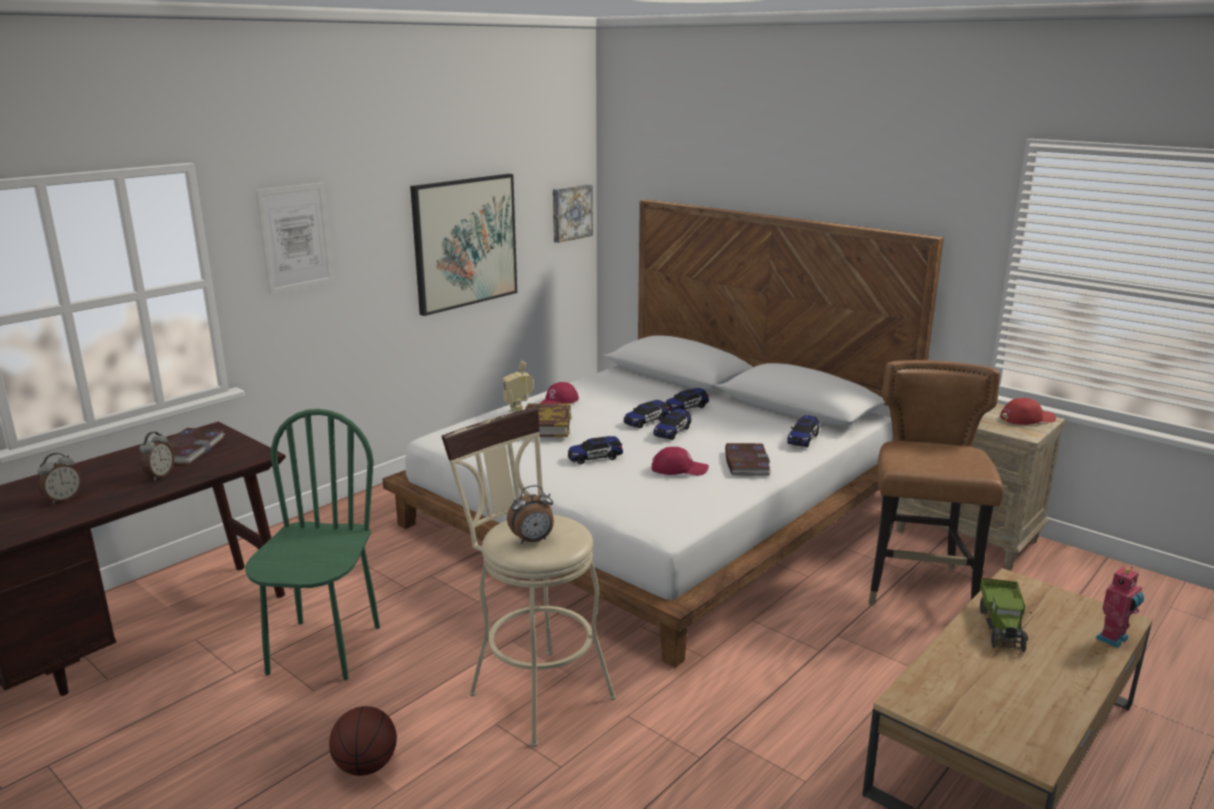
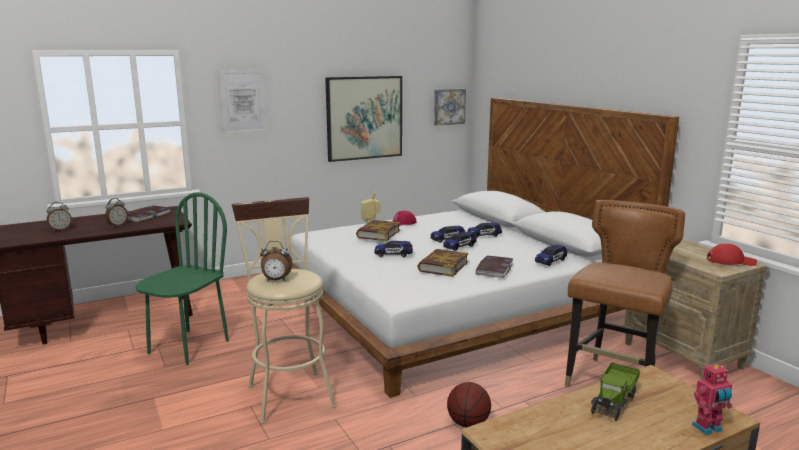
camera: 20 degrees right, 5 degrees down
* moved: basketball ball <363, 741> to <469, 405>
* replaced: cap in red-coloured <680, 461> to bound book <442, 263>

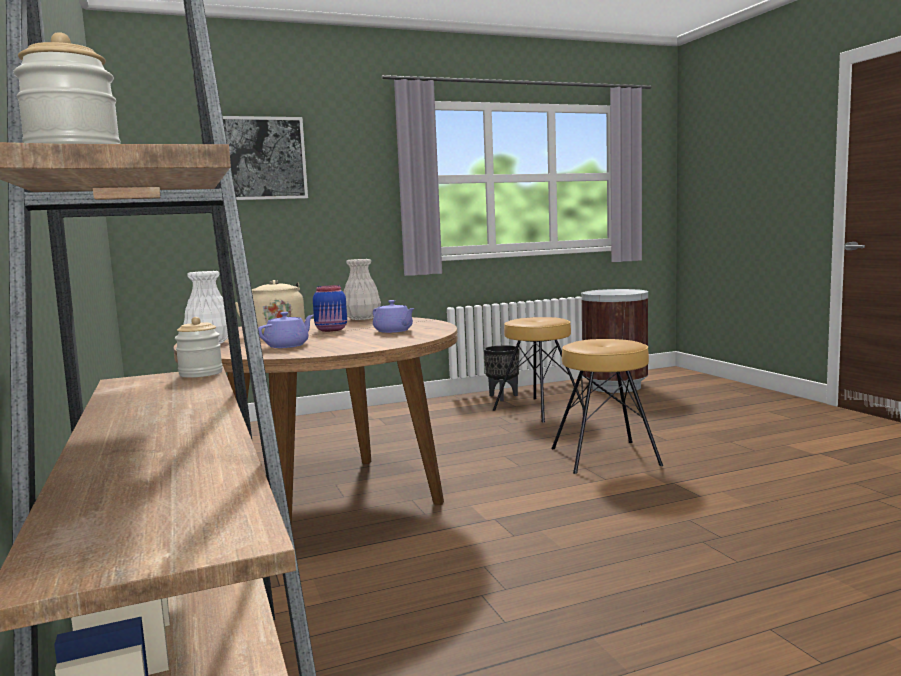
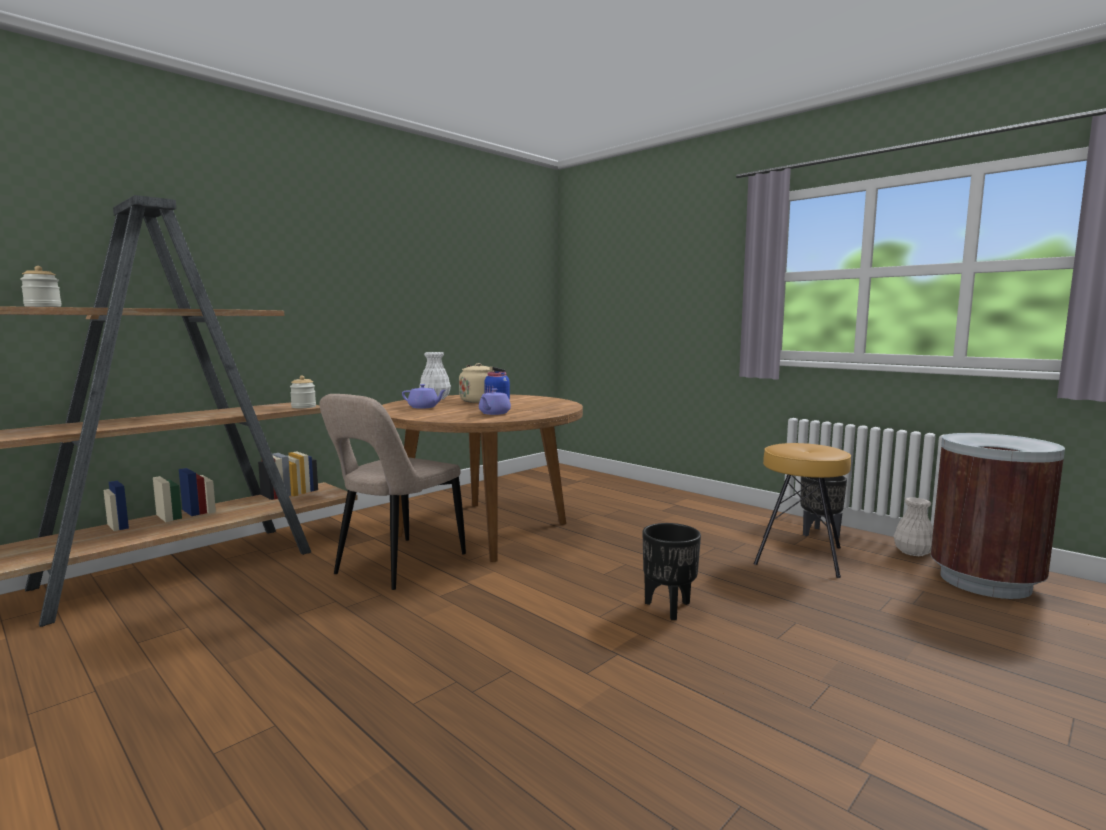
camera: 65 degrees right, 0 degrees up
* removed: wall picture <265, 158>
* moved: flower vase in white <362, 289> to <913, 526>
* replaced: stool seat in brownish <607, 406> to flower pot in black <671, 571>
* added: chair in sand-coloured <392, 492>

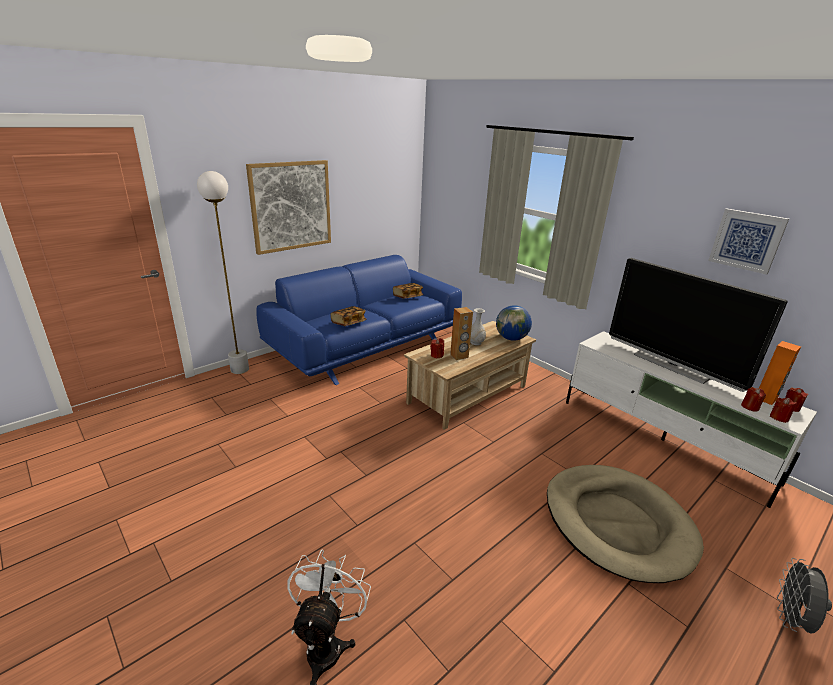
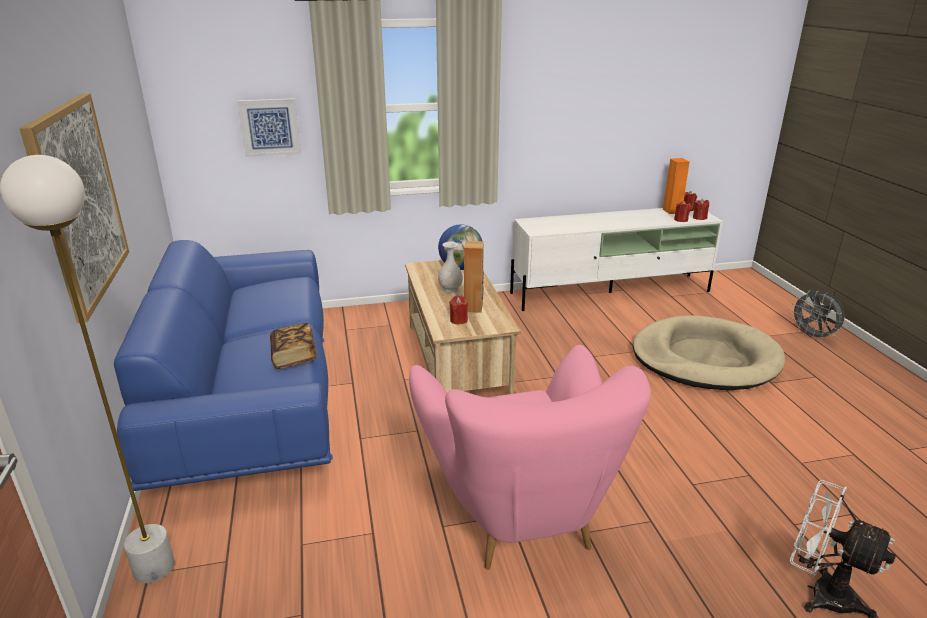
camera: 60 degrees left, 0 degrees up
* removed: bound book <408, 291>
* removed: TV set <698, 325>
* moved: wall picture <748, 241> to <269, 127>
* added: lounge chair in pinkish <530, 457>

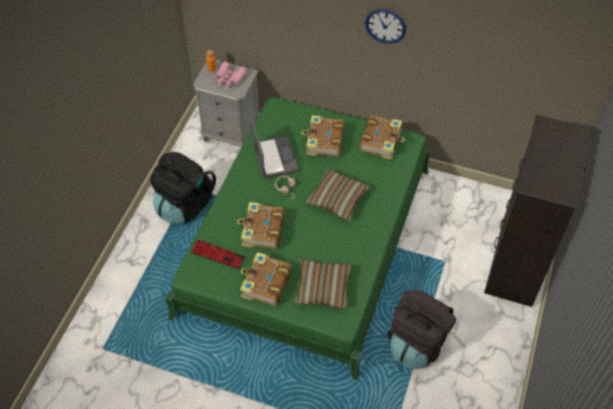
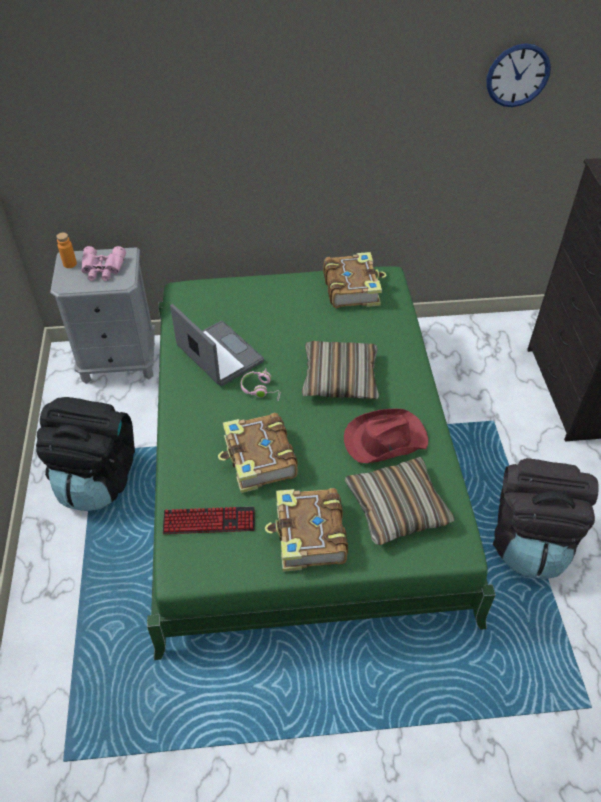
camera: 25 degrees left, 5 degrees down
* removed: bound book <323, 136>
* moved: clock on the wall <385, 26> to <518, 75>
* added: wearable hat in red-coloured <386, 436>

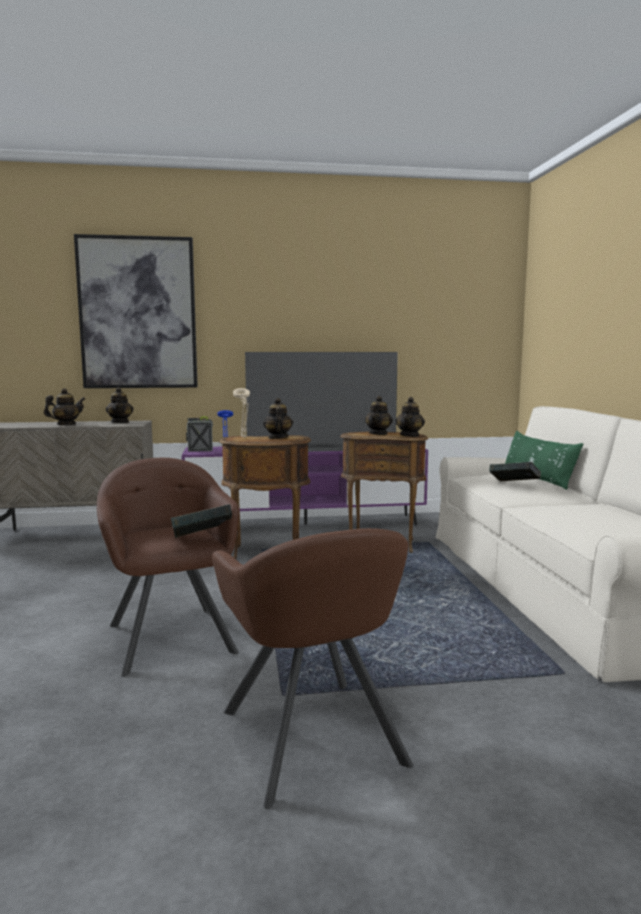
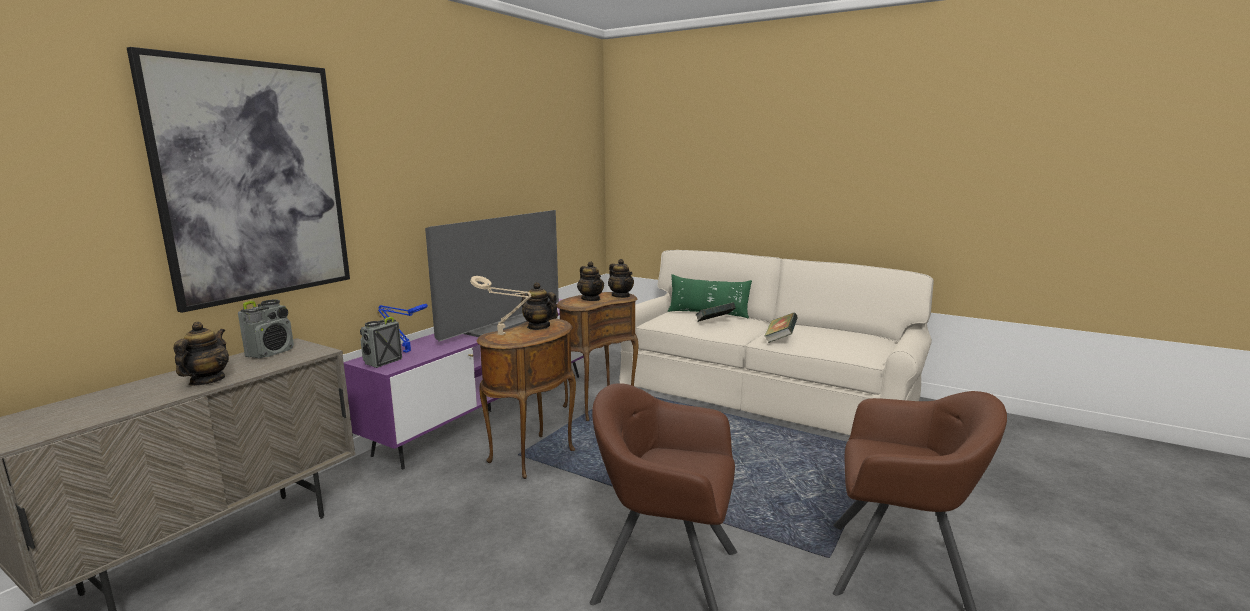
camera: 50 degrees left, 5 degrees up
* replaced: tea pot <119, 405> to radio <266, 329>
* moved: bound book <201, 521> to <781, 327>

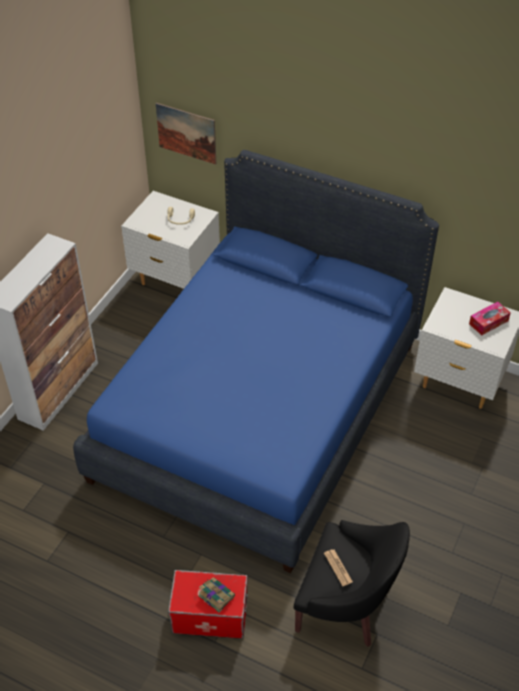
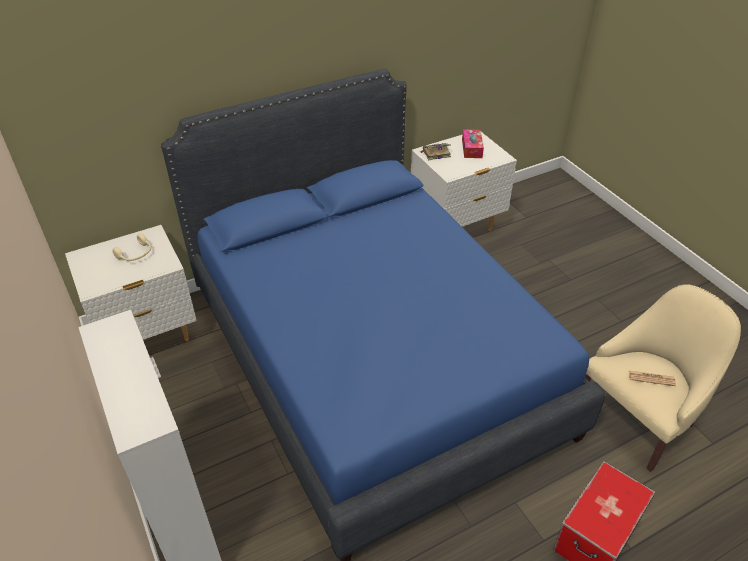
camera: 55 degrees left, 5 degrees down
* removed: wall picture <186, 134>
* moved: bound book <216, 595> to <435, 151>
* recoloured: lounge chair in black <351, 583> to lounge chair in sand-coloured <663, 378>

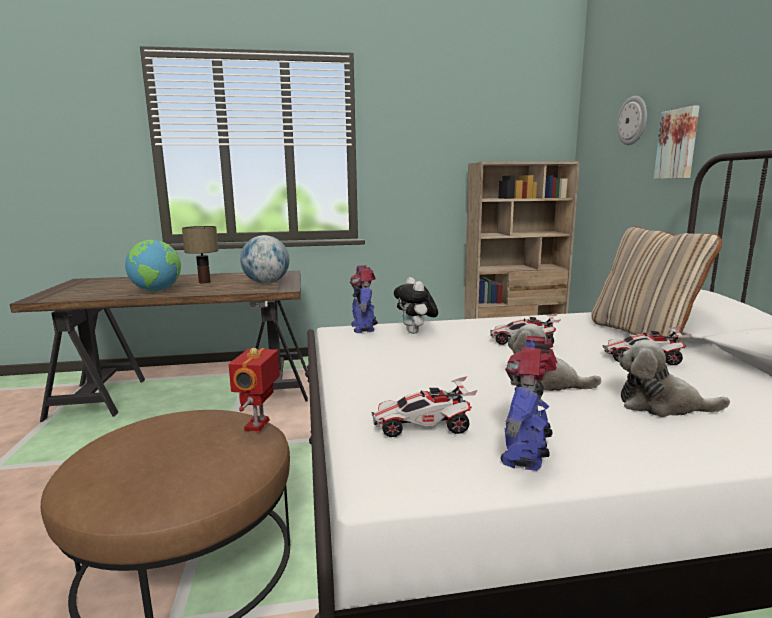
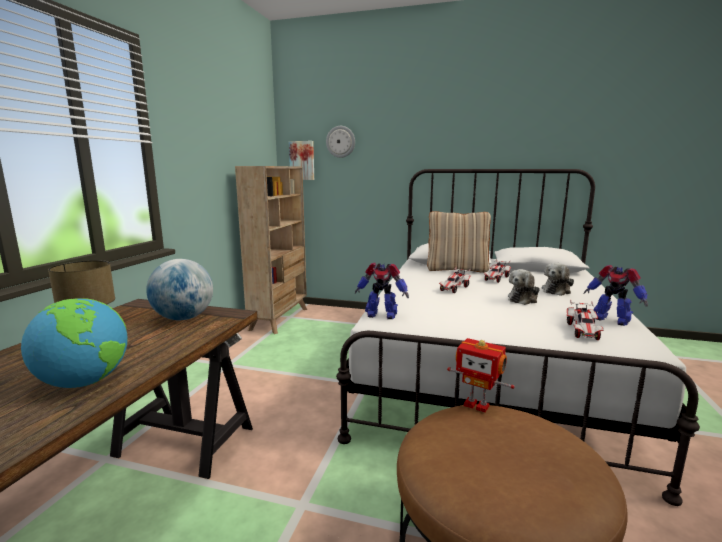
camera: 65 degrees left, 0 degrees up
* removed: cuddly toy <416, 305>
* moved: wall picture <677, 142> to <301, 160>

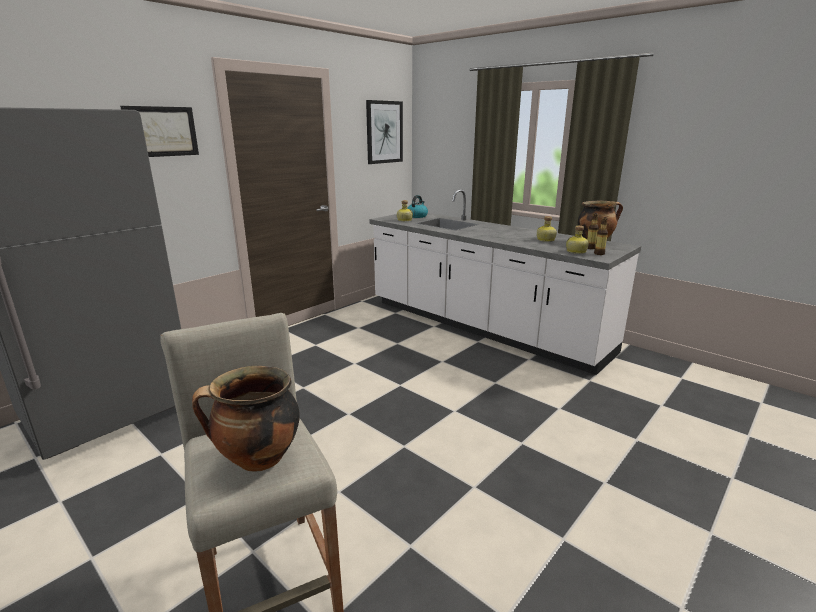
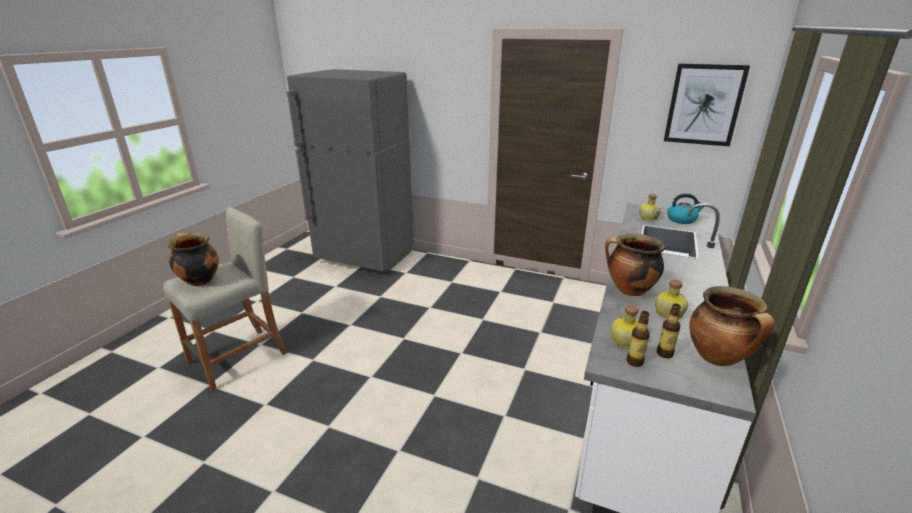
camera: 70 degrees right, 5 degrees up
* removed: wall picture <159, 131>
* added: saucepot <635, 265>

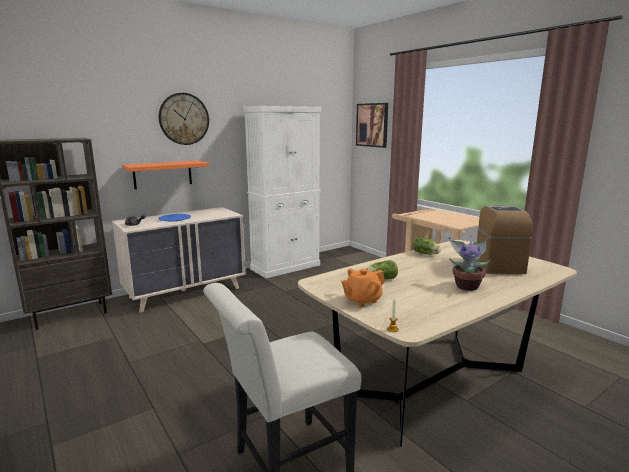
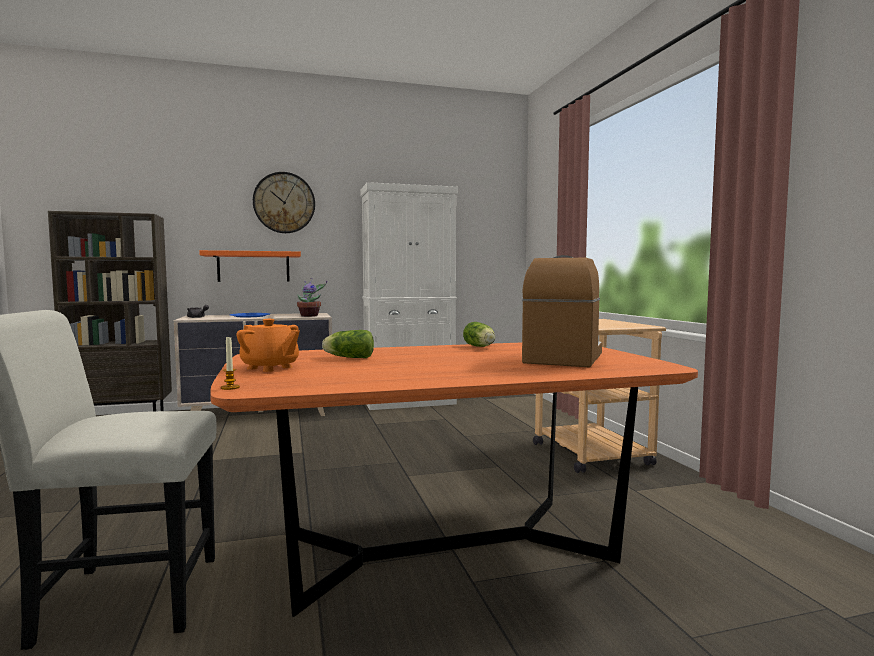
camera: 20 degrees right, 10 degrees down
* recoloured: kitchen table in sand-coloured <437, 343> to kitchen table in orange-coloured <454, 480>
* turned: tea pot in orange-coloured <363, 288> = <268, 345> 135 degrees counterclockwise
* removed: wall picture <372, 125>
* moved: plant in a pot <470, 263> to <312, 297>

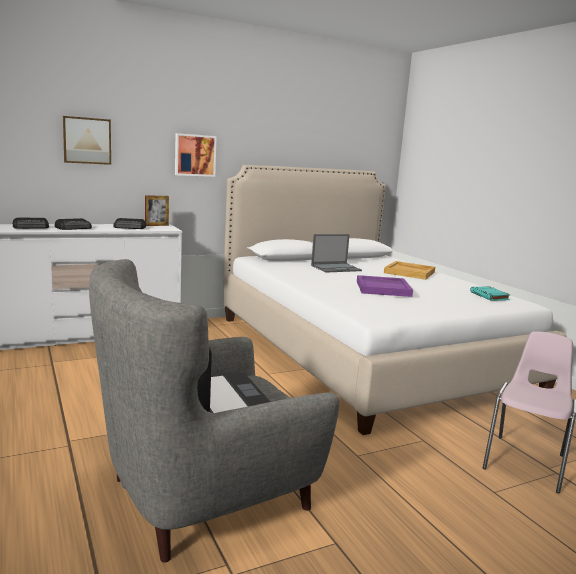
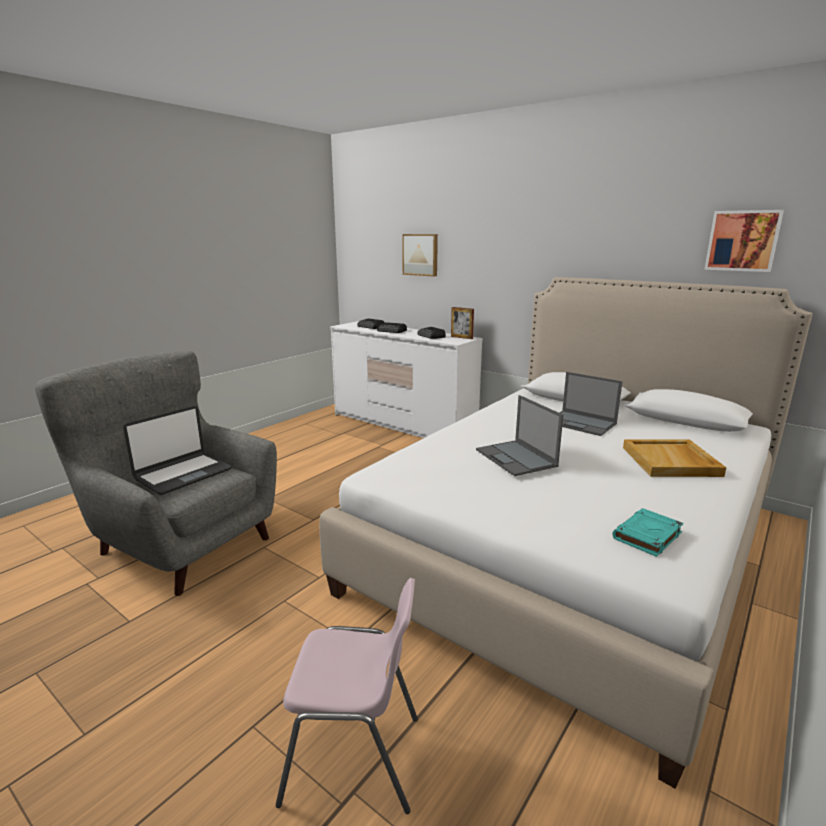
camera: 65 degrees right, 5 degrees up
* moved: wall picture <196, 155> to <744, 241>
* replaced: tray in purple <385, 286> to laptop <519, 435>

